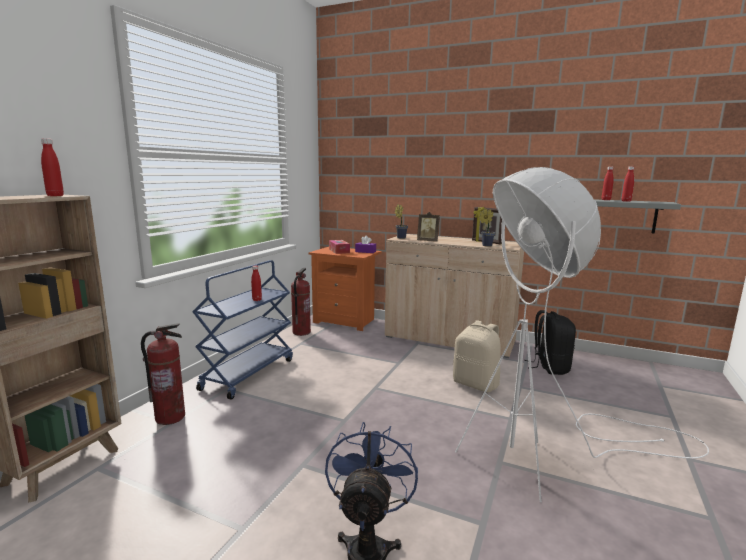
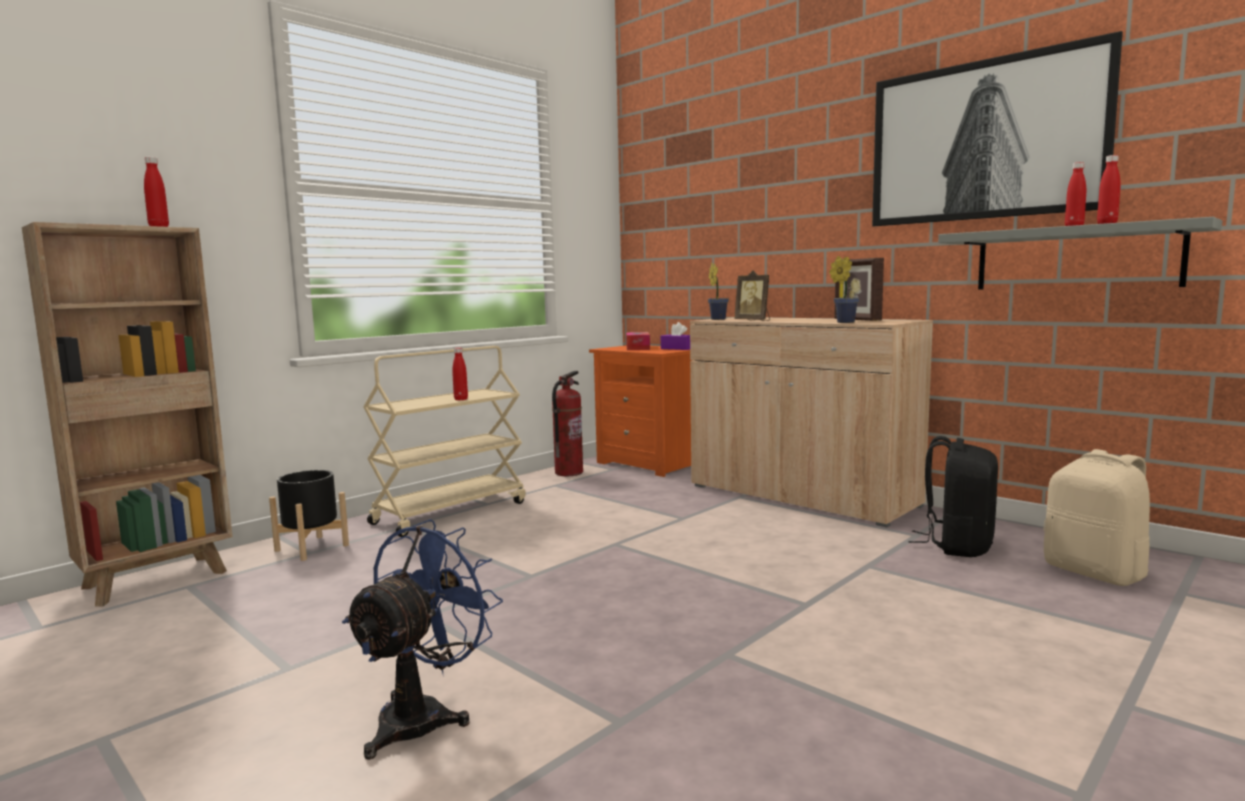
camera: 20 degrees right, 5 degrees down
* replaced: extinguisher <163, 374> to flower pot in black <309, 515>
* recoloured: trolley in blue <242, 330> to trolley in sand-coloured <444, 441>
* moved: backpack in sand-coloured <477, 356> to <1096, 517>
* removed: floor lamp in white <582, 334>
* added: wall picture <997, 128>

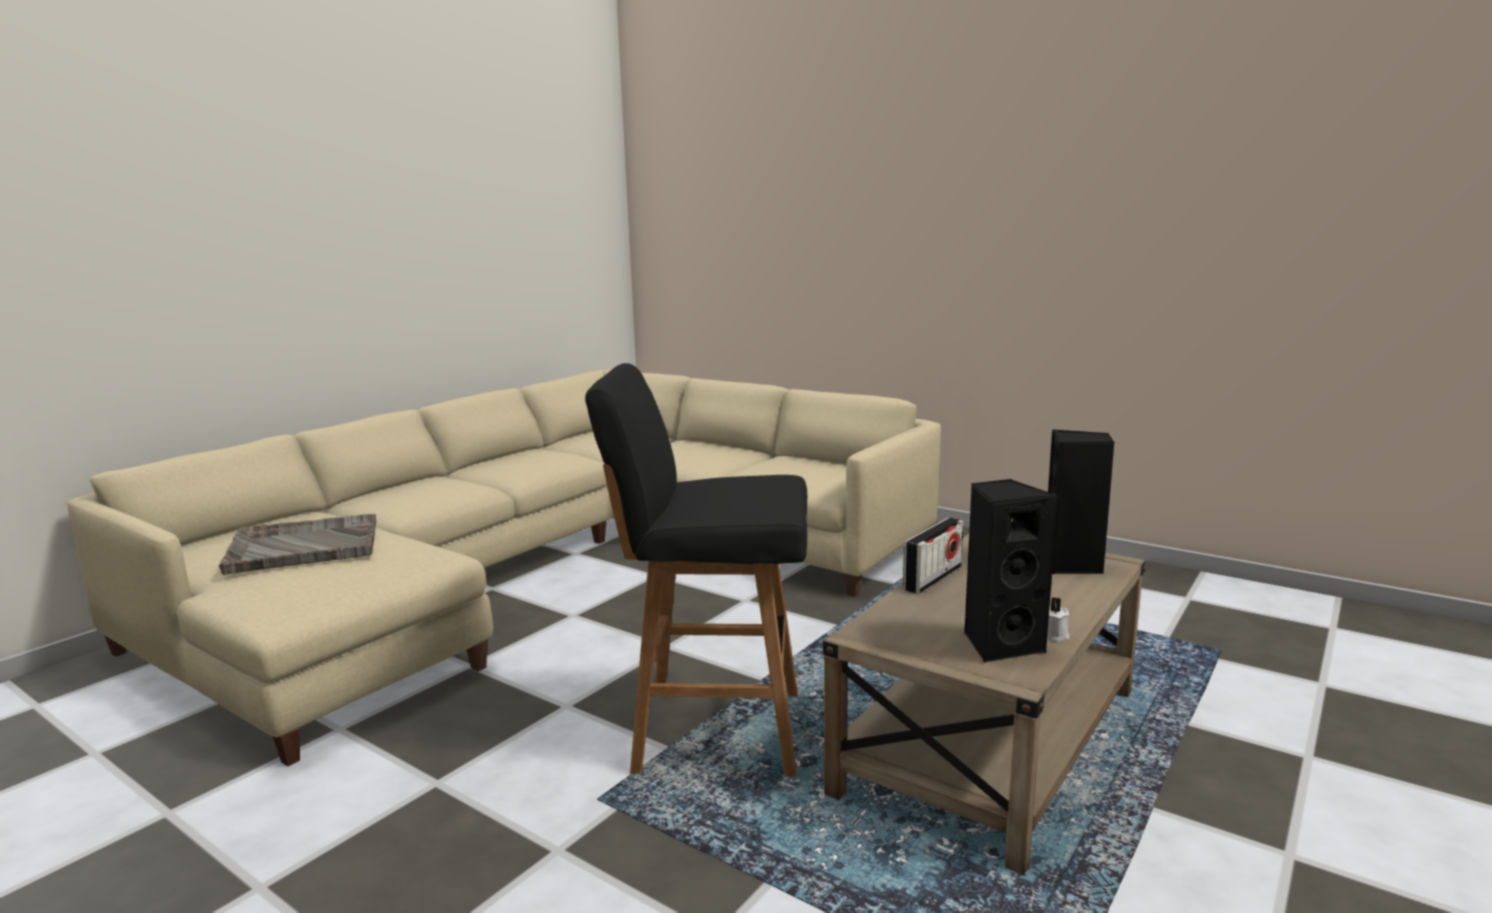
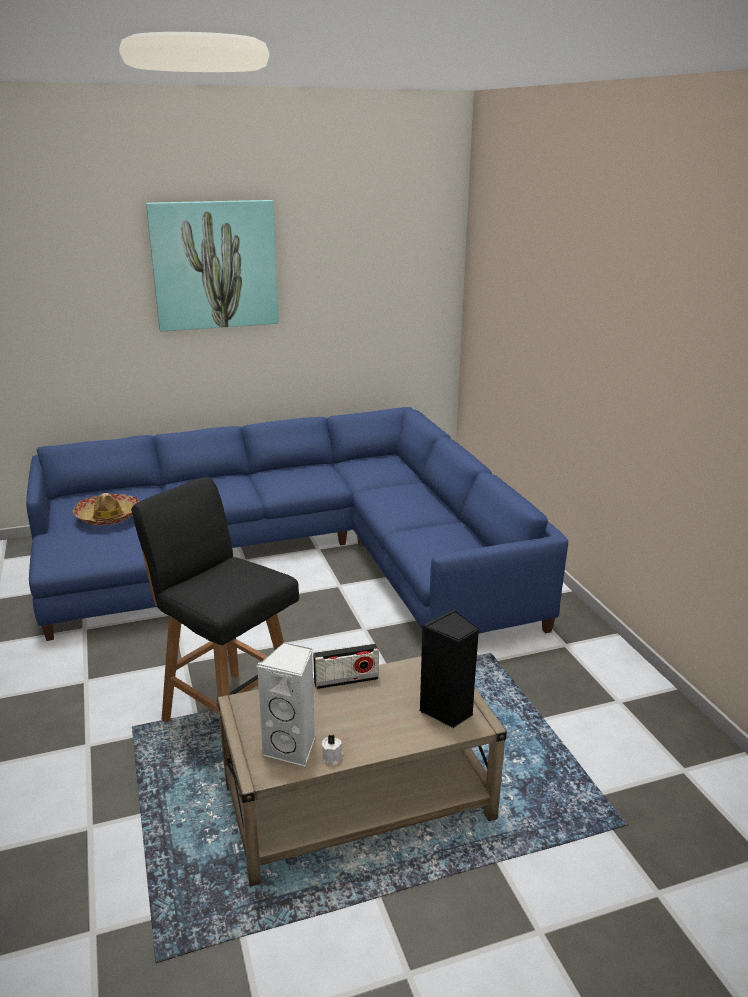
camera: 35 degrees right, 10 degrees up
* recoloured: couch in sand-coloured <504, 567> to couch in blue <297, 524>
* replaced: tray in grey <298, 544> to wearable hat <106, 509>
* recoloured: loudspeaker in black <1011, 571> to loudspeaker in white <286, 704>
* added: wall picture <212, 266>

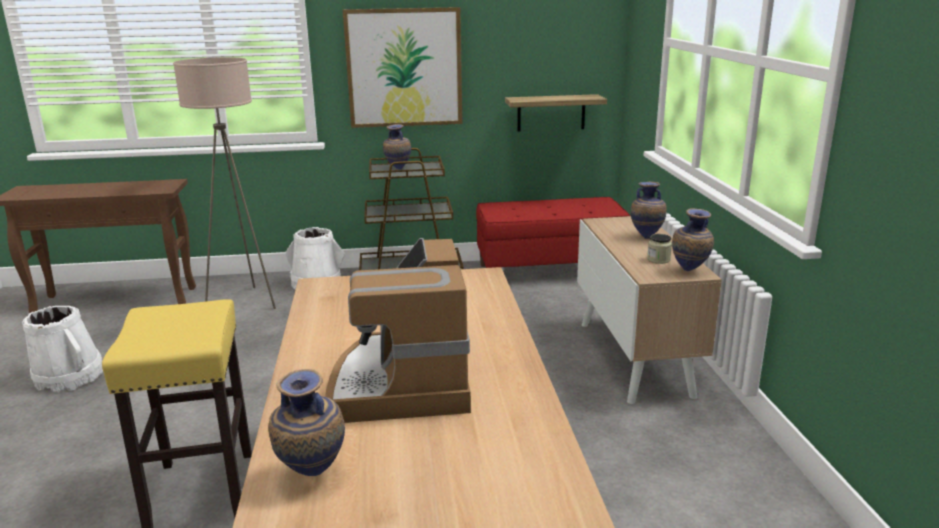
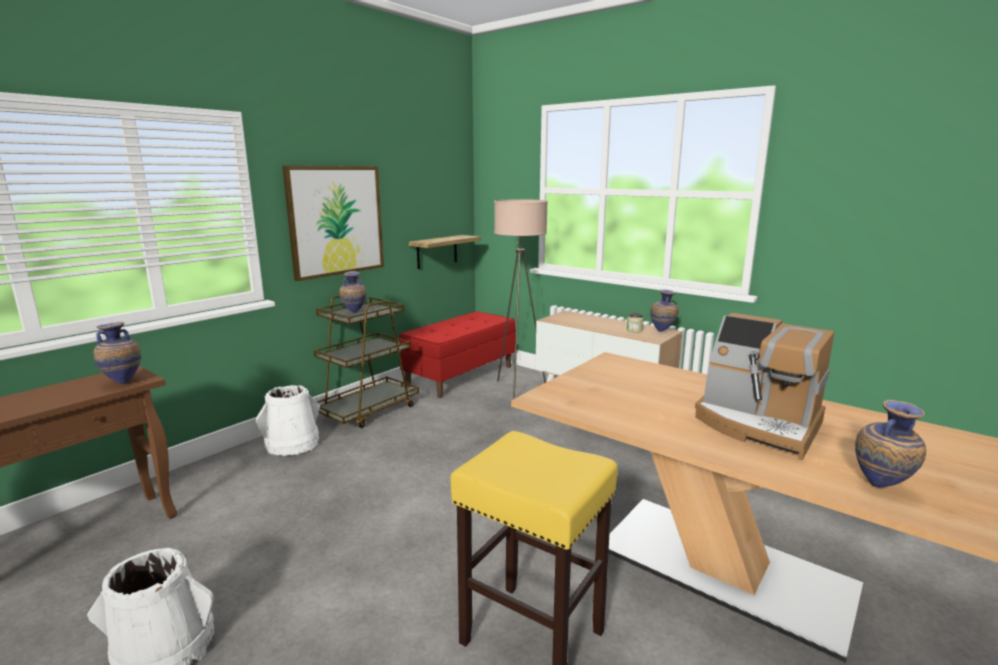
camera: 45 degrees left, 5 degrees down
* moved: floor lamp in sand-coloured <224, 183> to <521, 299>
* moved: flower vase <649, 210> to <117, 353>

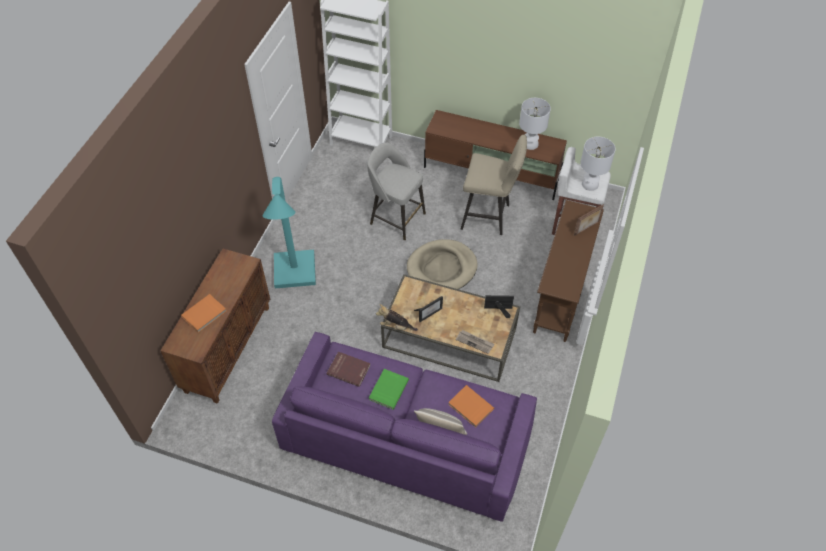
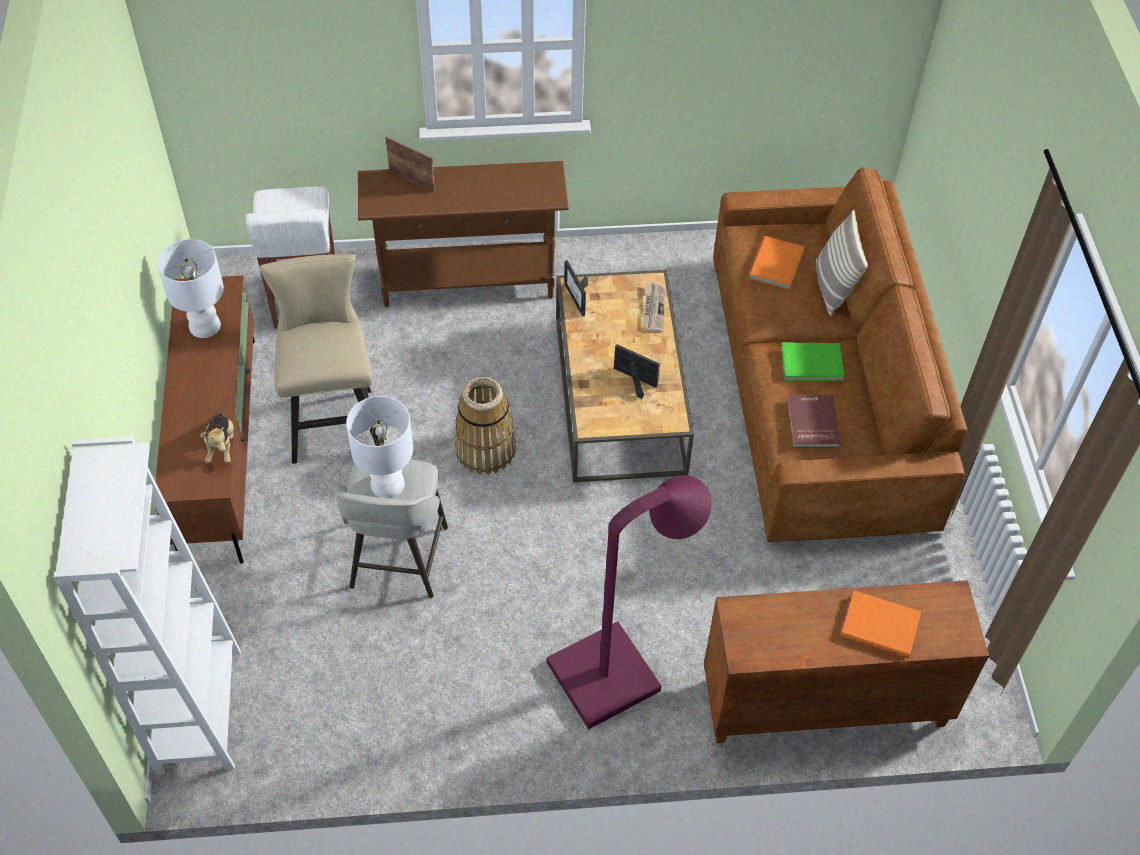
camera: 115 degrees left, 0 degrees up
* recoloured: floor lamp in turquoise-coloured <289, 232> to floor lamp in purple <629, 602>
* recoloured: couch in purple <404, 427> to couch in brownish <840, 354>
* moved: cuddly toy <397, 317> to <217, 438>
* replaced: dog bed in sand-coloured <442, 264> to storage basket <485, 426>
* moved: tabletop lamp in white <598, 164> to <379, 447>

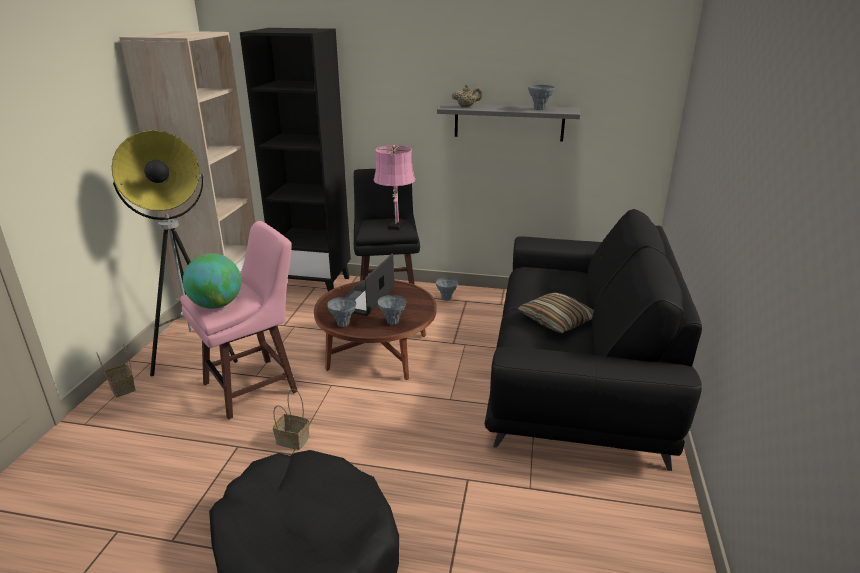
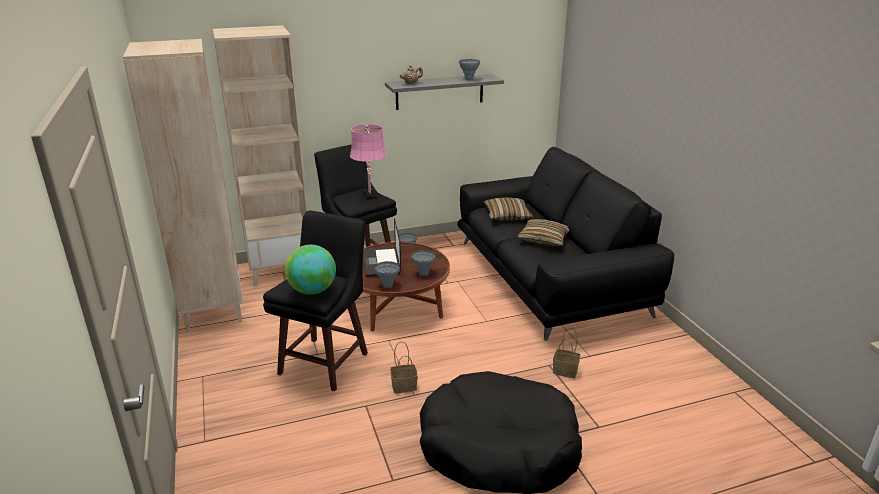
camera: 30 degrees left, 0 degrees up
* moved: storage basket <116, 370> to <566, 353>
* removed: floor lamp <175, 253>
* recoloured: stool seat in pinkish <239, 320> to stool seat in black <315, 301>
* recoloured: shelving unit in black <295, 160> to shelving unit in sand-coloured <260, 155>
* added: pillow <508, 208>

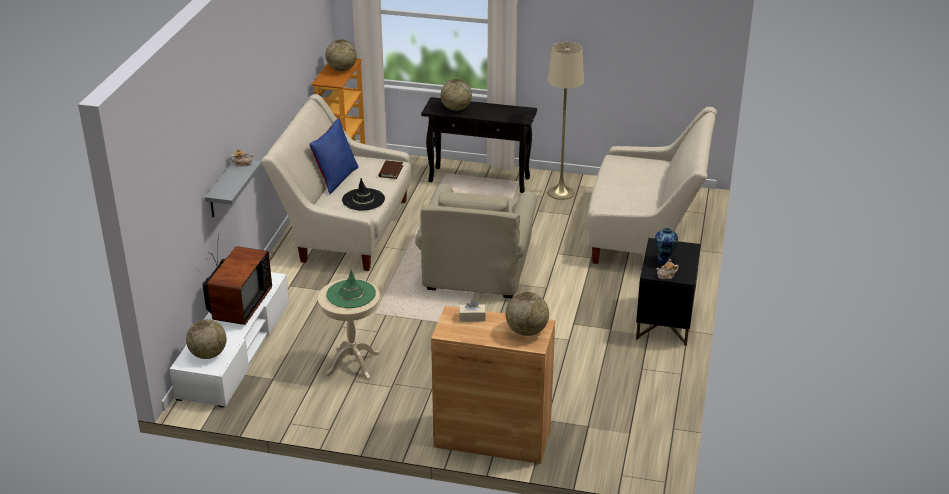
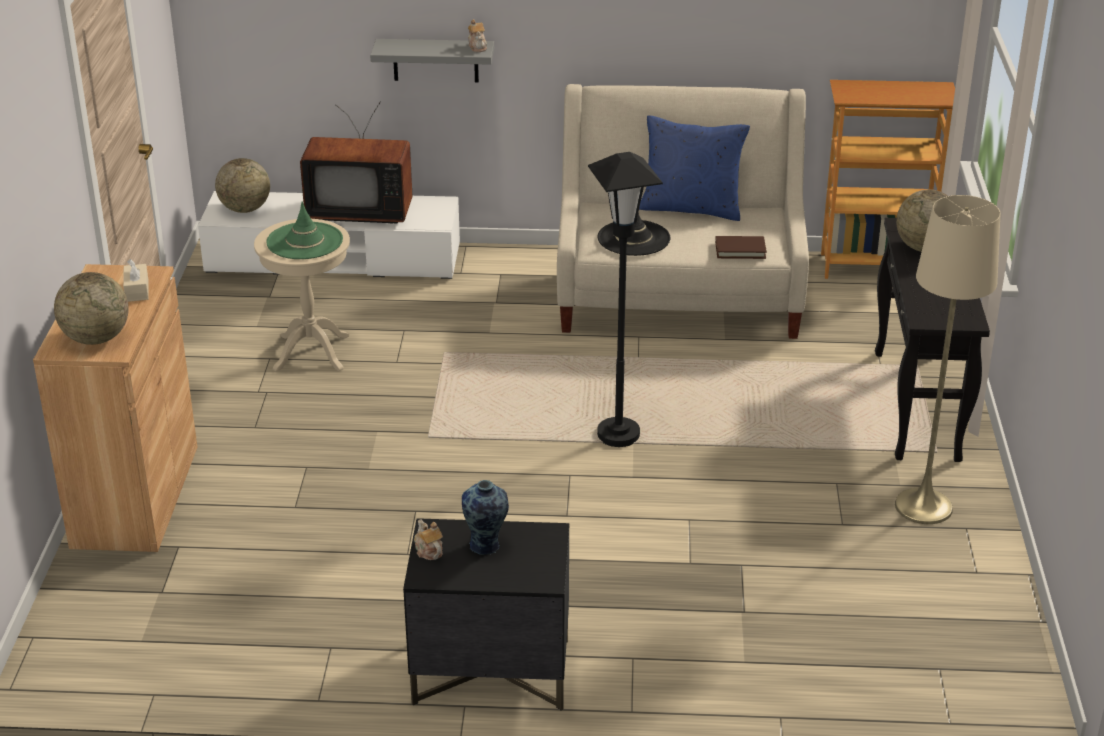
camera: 80 degrees right, 0 degrees up
* removed: world globe <341, 55>
* replaced: lounge chair in sand-coloured <476, 241> to floor lamp in black <625, 299>
* removed: couch in sand-coloured <652, 185>

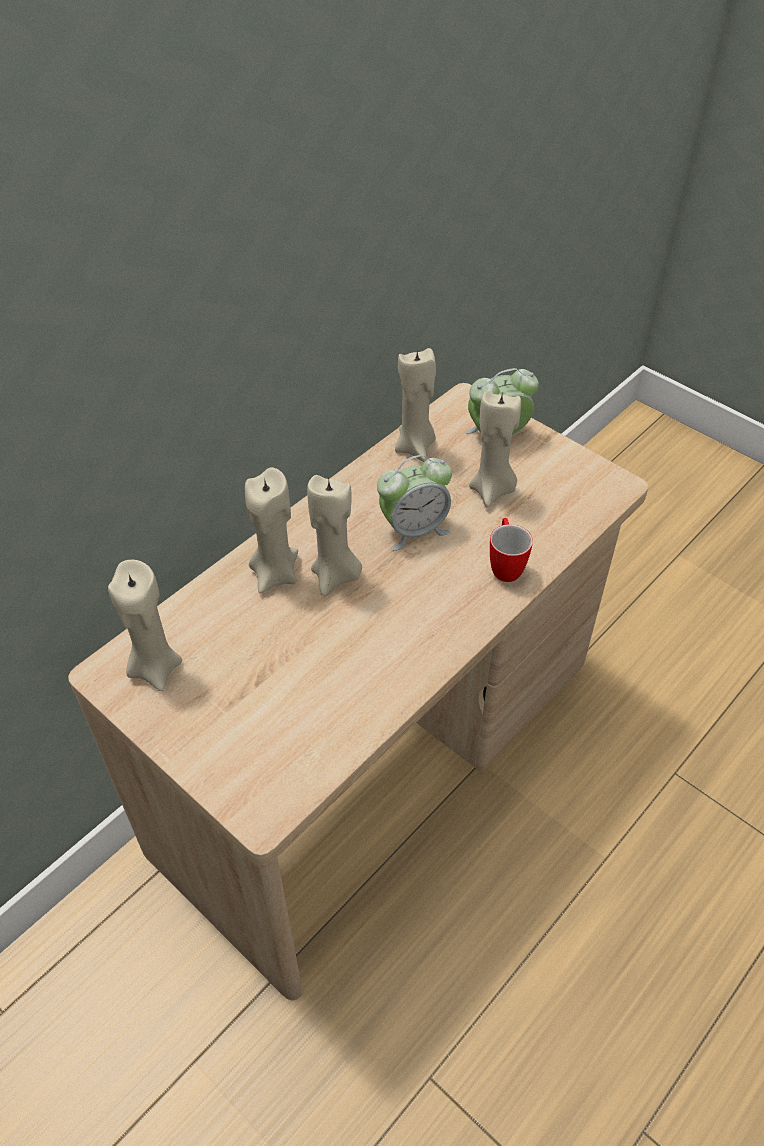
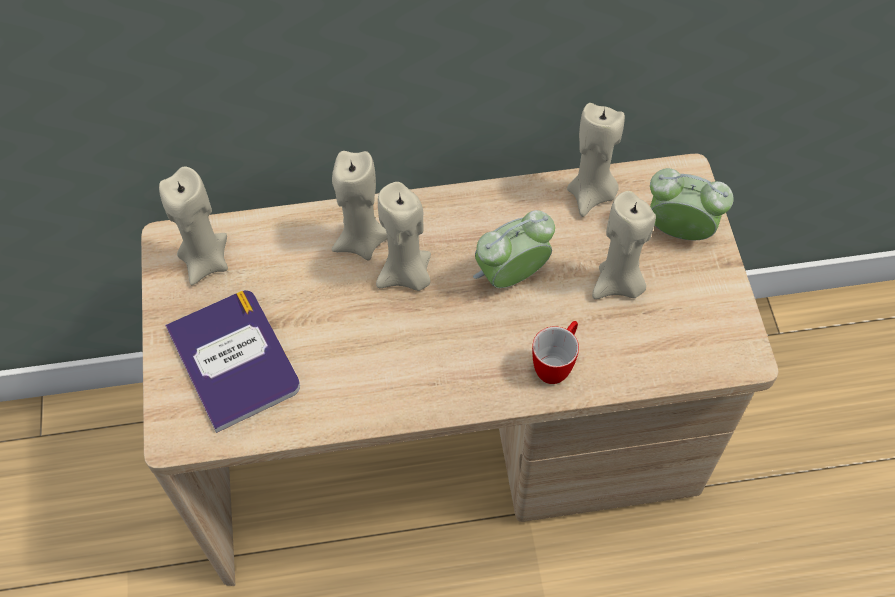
camera: 40 degrees right, 10 degrees up
* turned: alarm clock <414, 503> = <514, 249> 135 degrees clockwise
* added: bound book <232, 361>

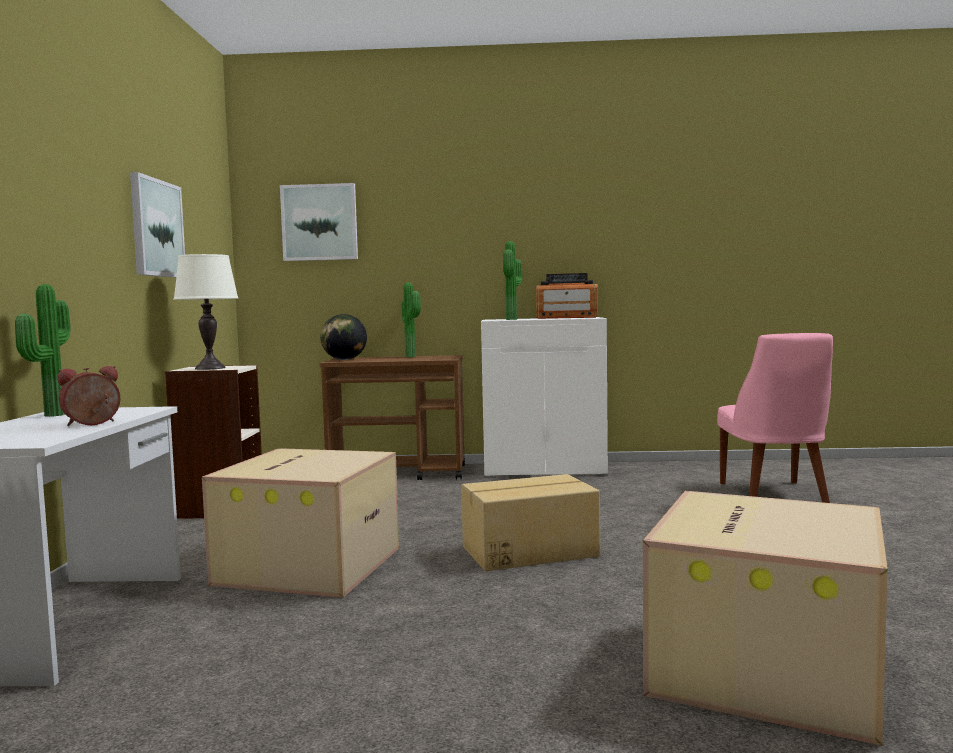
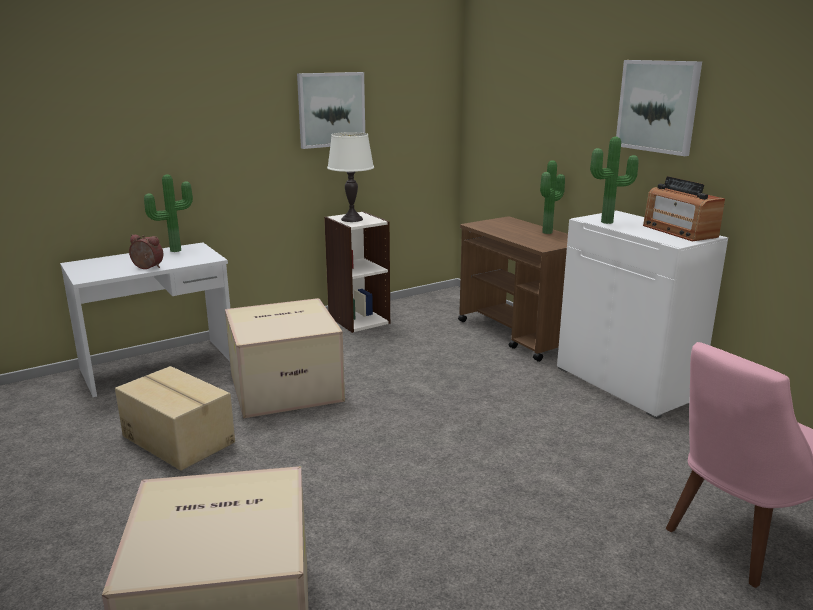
camera: 55 degrees right, 15 degrees up
* moved: wall picture <319, 222> to <659, 108>
* removed: world globe <344, 337>
* moved: carton <530, 522> to <175, 418>

